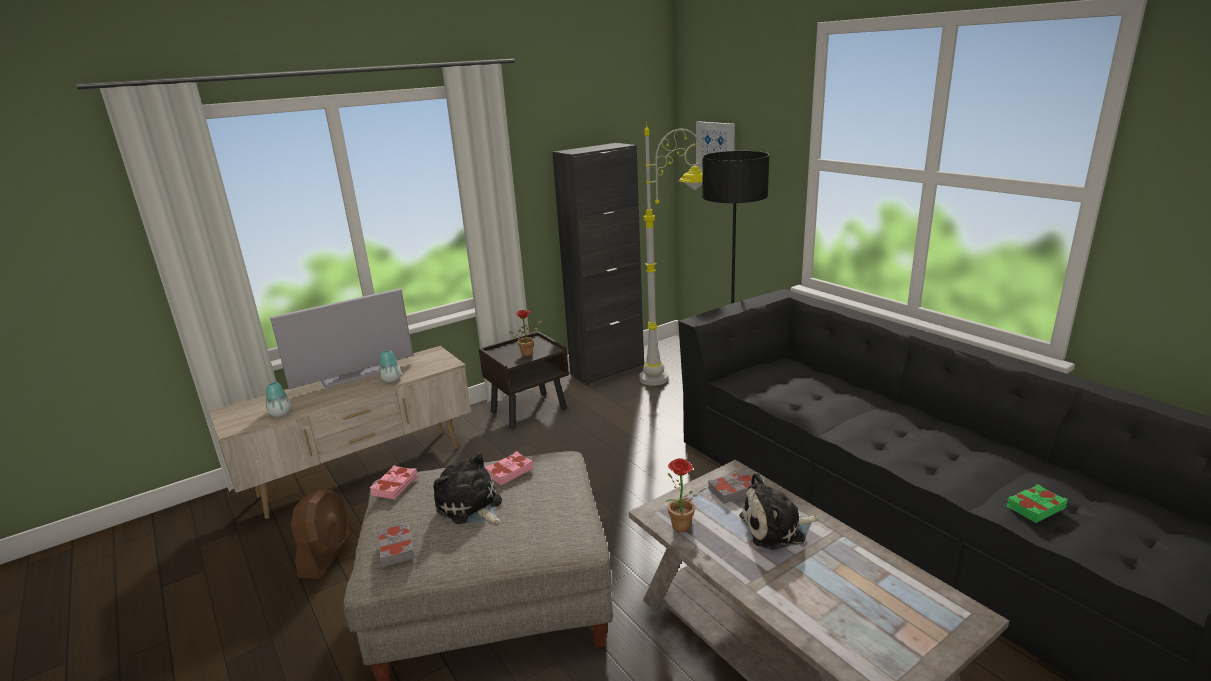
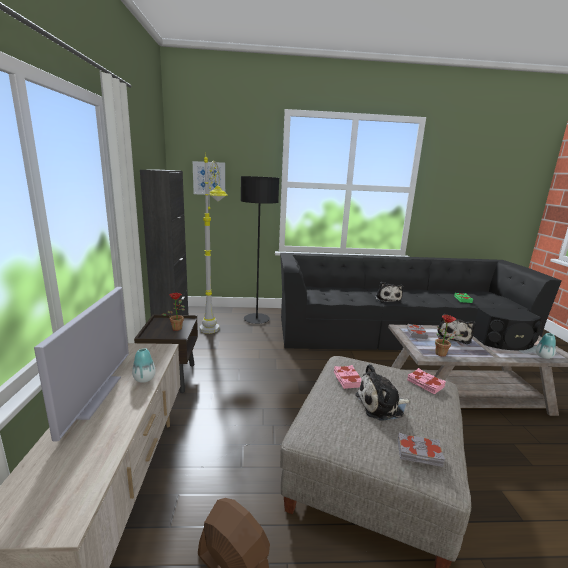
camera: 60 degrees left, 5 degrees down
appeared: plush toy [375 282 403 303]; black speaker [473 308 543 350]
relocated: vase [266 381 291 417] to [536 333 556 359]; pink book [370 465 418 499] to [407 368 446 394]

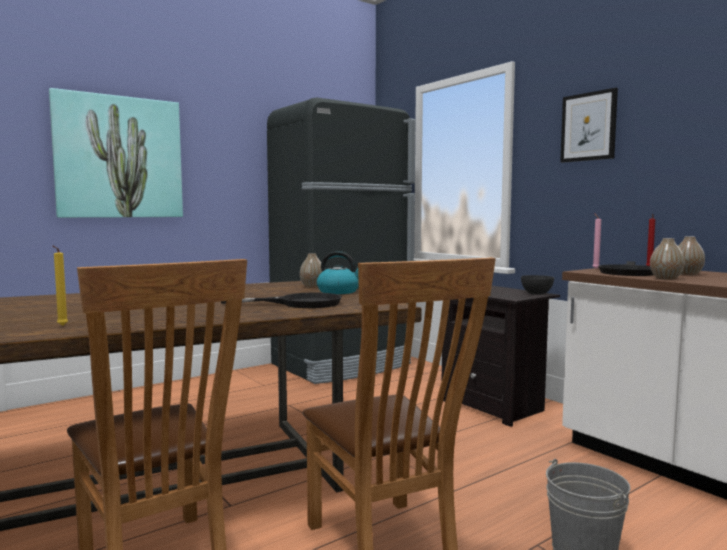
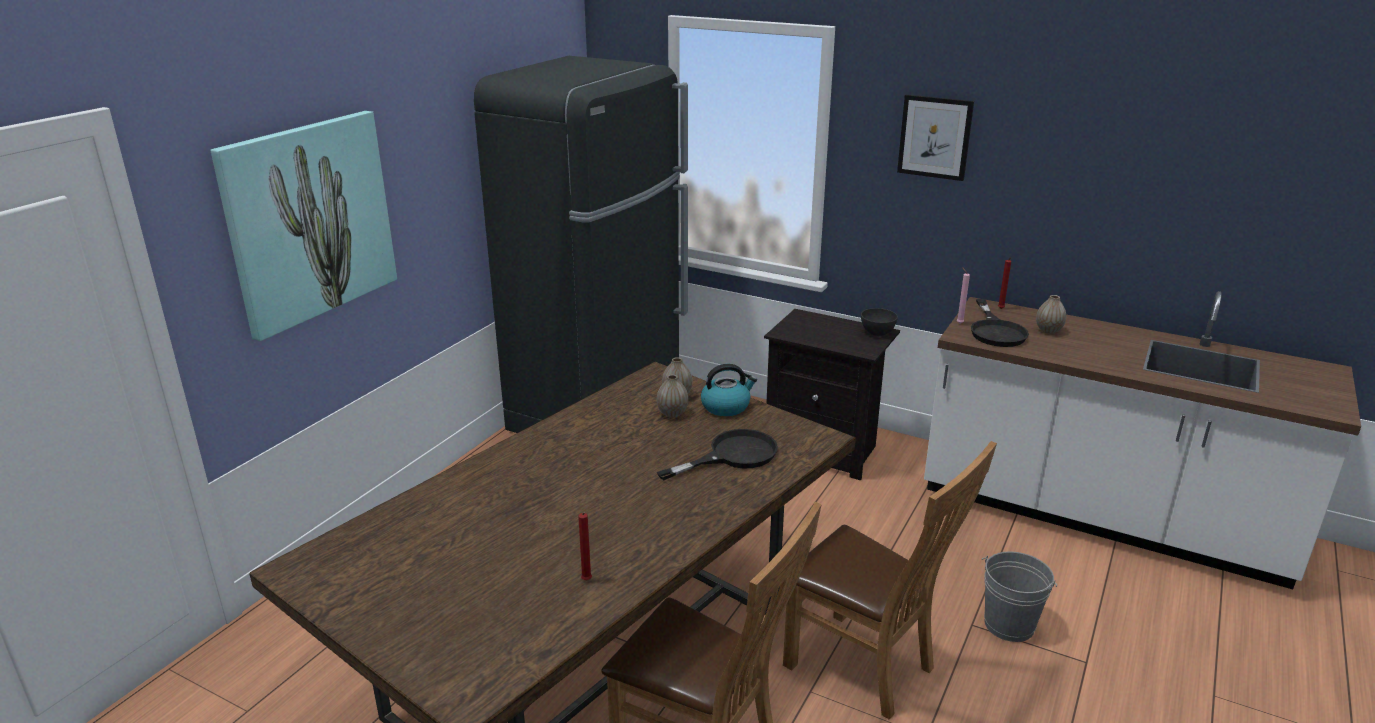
camera: 25 degrees left, 20 degrees up
relocated: vase [650 238 684 280] to [657 374 688 418]
colour: yellow candle [52 245 68 326] to red candle [578 512 592 580]

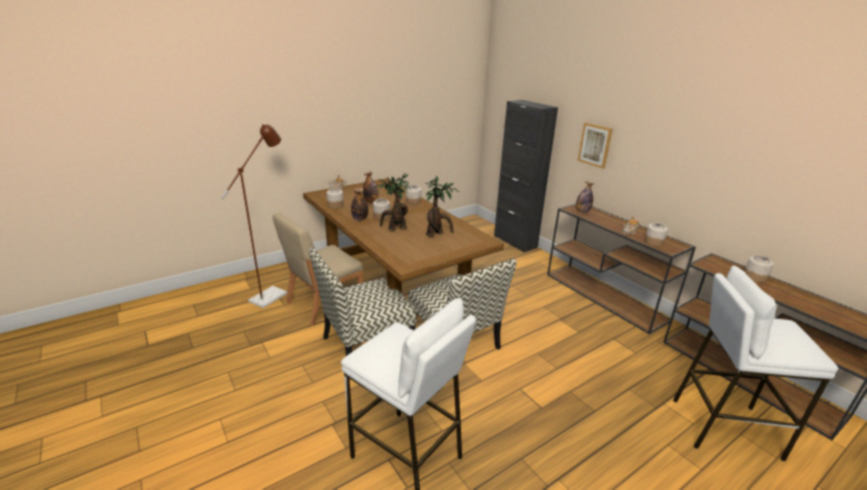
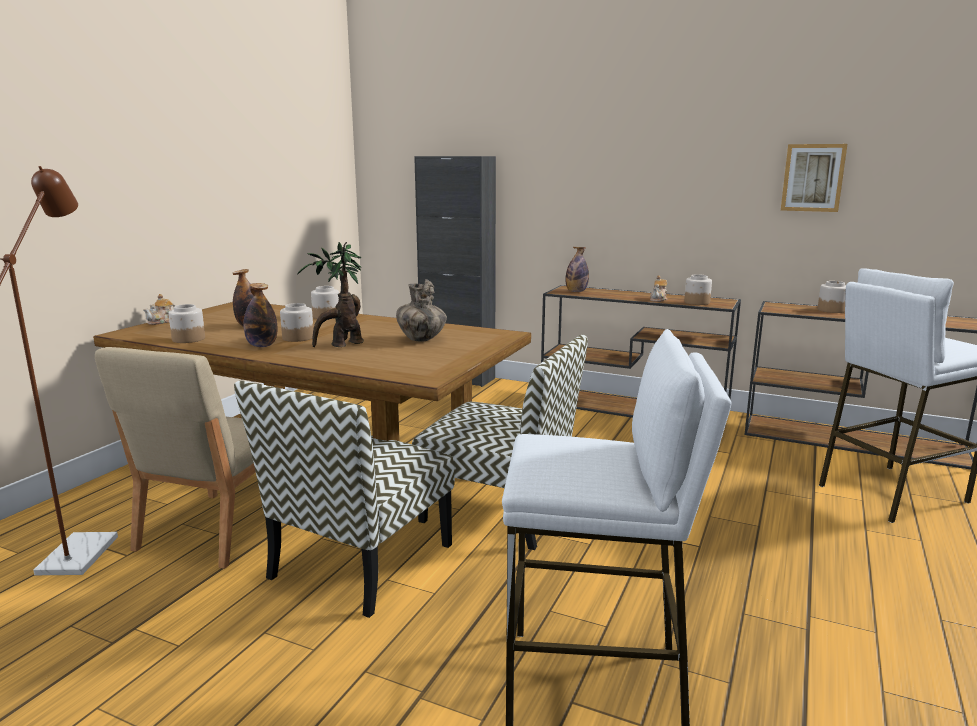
camera: 30 degrees left, 10 degrees down
relocated: picture [578 123 613 169] to [781 144 847 212]
exchanged: potted plant [425 175 459 237] to vase [396 279 447 342]

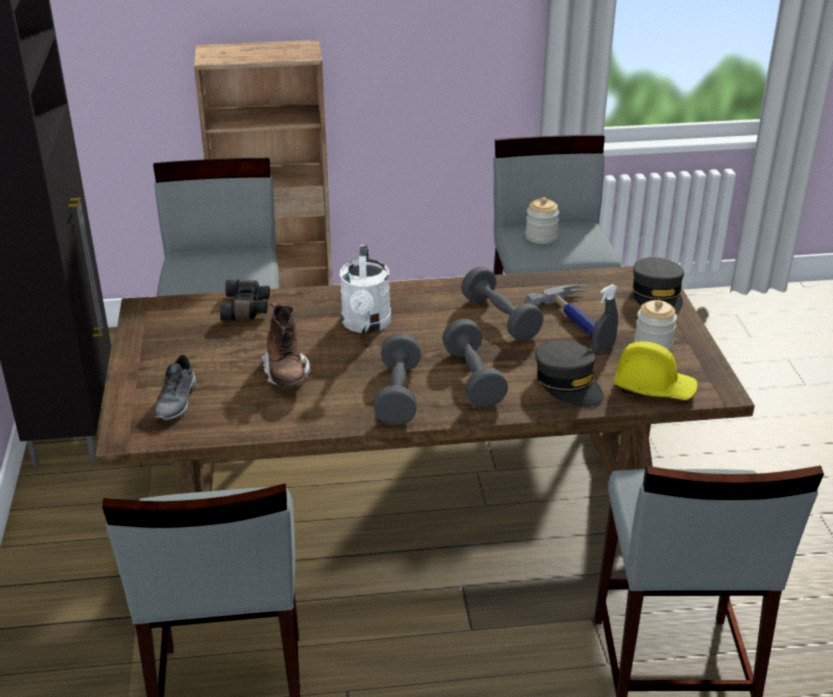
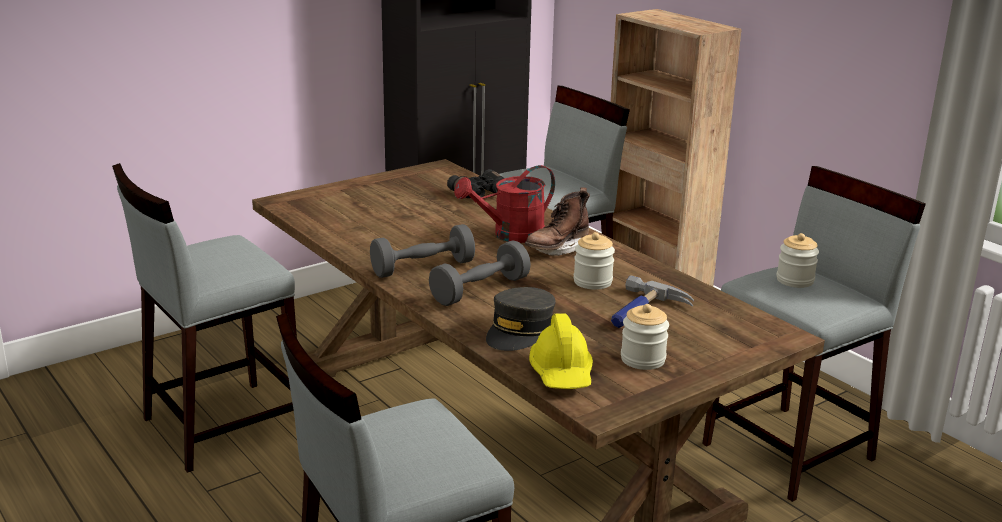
camera: 60 degrees right, 10 degrees down
missing: grey shoe [153 355 196 420]; grey spray bottle [592 284 618 353]; grey cap [632 257 684 314]
relocated: brown boot [260 301 310 388] to [525 187 590 256]
exchanged: grey dumbbell [461 266 544 341] to jar [574 232 615 290]
colour: white watering can [340 245 391 333] to red watering can [454 165 555 243]

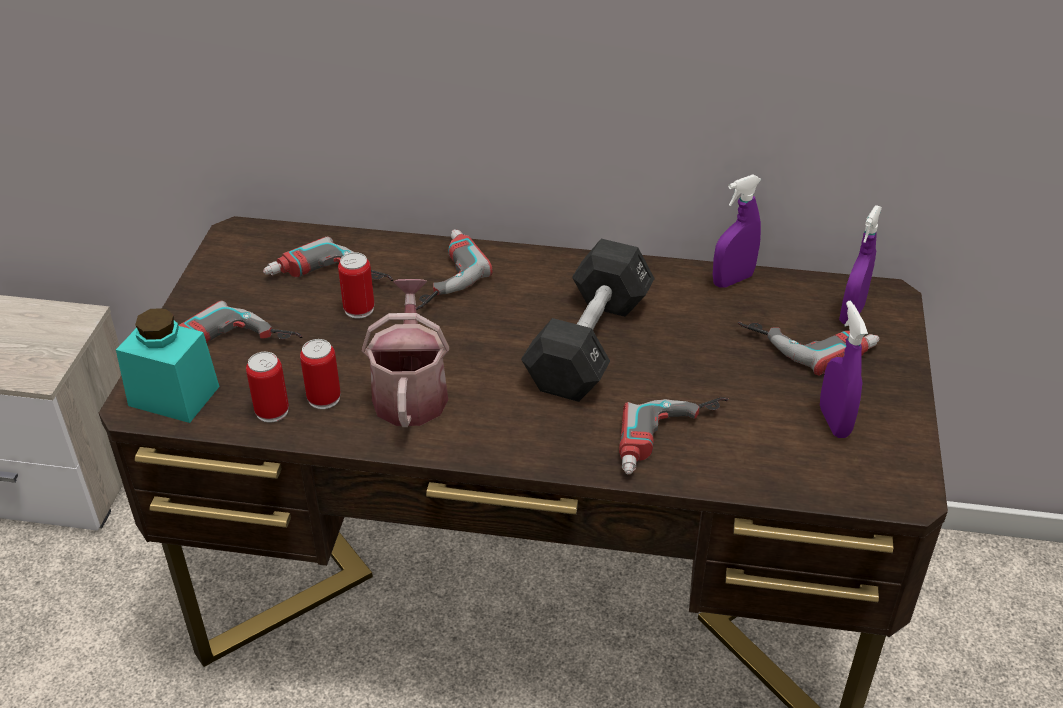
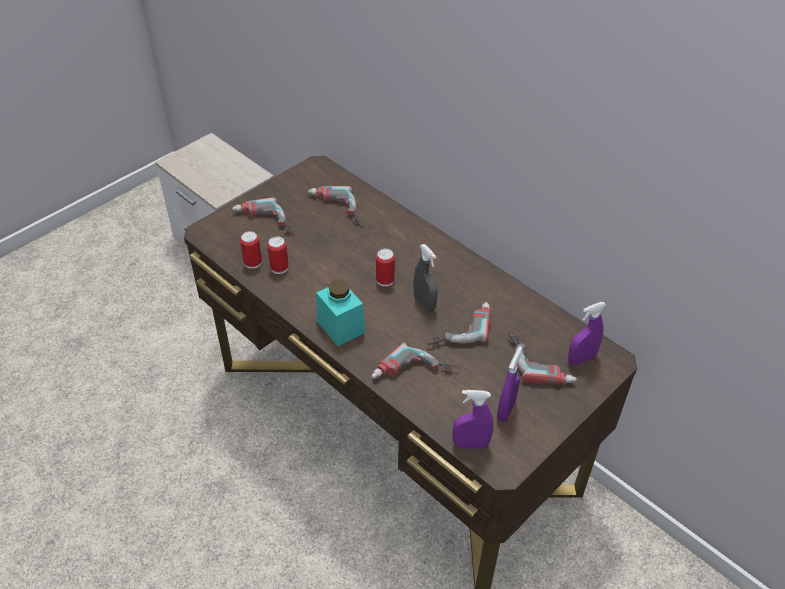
camera: 35 degrees right, 5 degrees up
missing: watering can [362 279 449 427]
relocated: turquoise jar [116 308 220 423] to [316 279 365 346]; can [338 252 374 319] to [376 249 395 286]; power drill [416 229 492 310] to [426 302 491 345]; purple spray bottle [713 174 762 287] to [453 390 493 449]
exchanged: black dumbbell [521 239 655 402] to grey spray bottle [414 244 438 312]

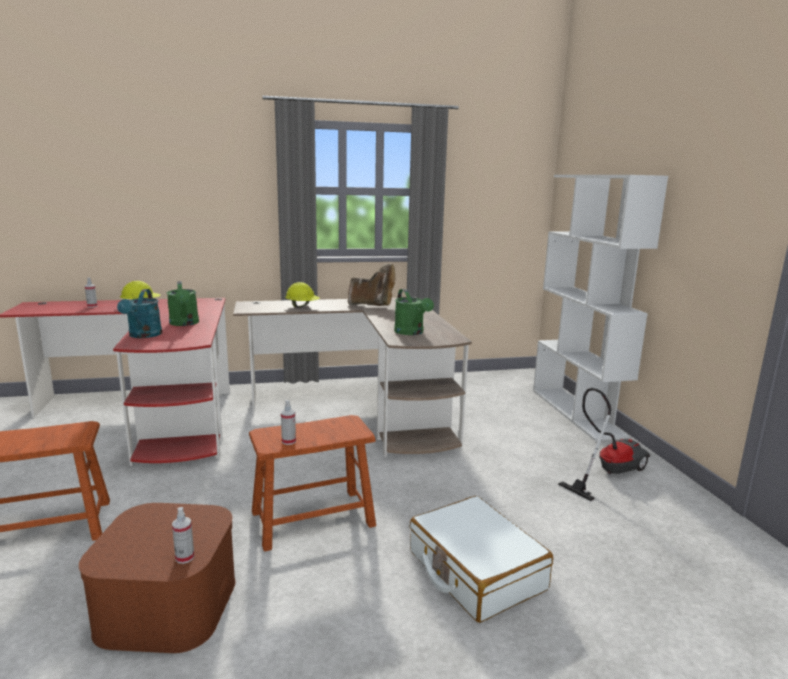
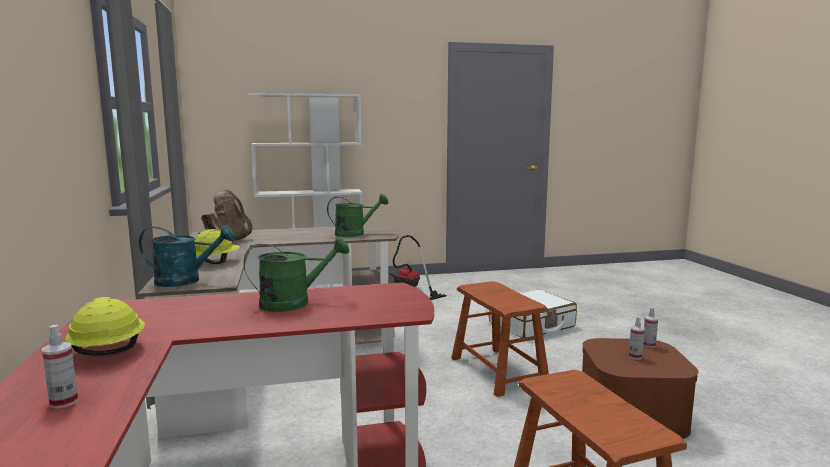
camera: 90 degrees left, 5 degrees down
relocated: turquoise watering can [117 289 162 338] to [139 225 235 287]; spray bottle [281 400 296 445] to [629 317 645 359]

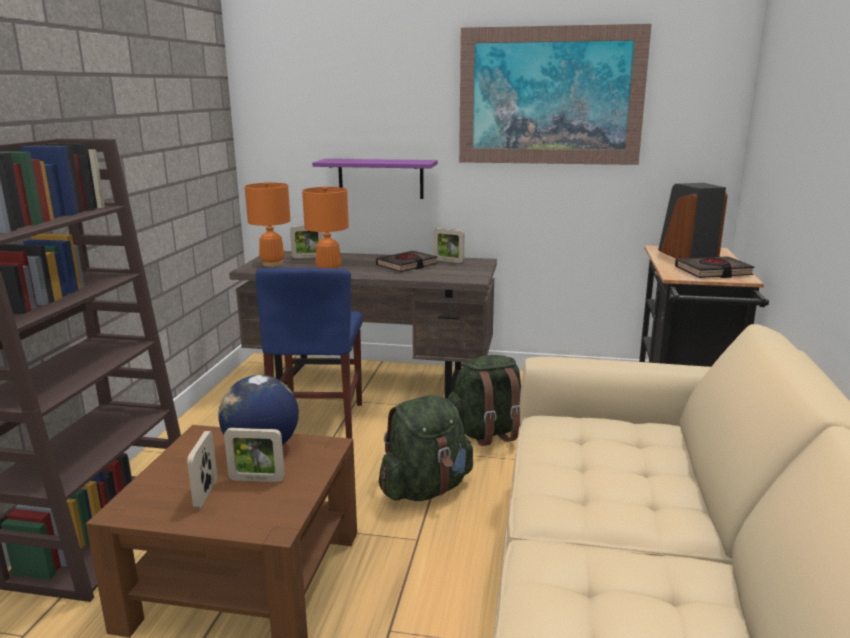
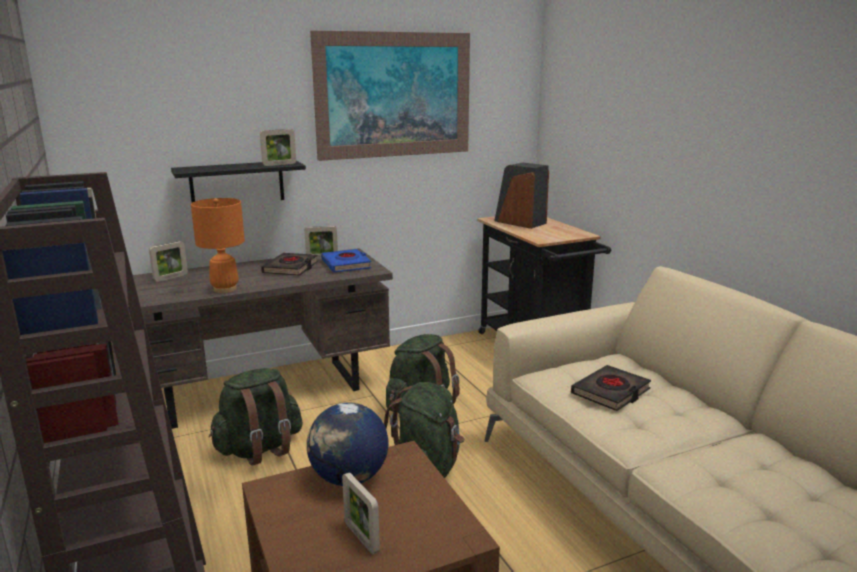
camera: 35 degrees left, 0 degrees up
missing: orange table lamp [245 182 291 267]
appeared: blue book [321 249 371 272]
relocated: picture frame [224 428 285 482] to [260 129 296 166]; black book [675 256 755 278] to [571 365 651 411]
exchanged: blue chair [255 268 363 439] to green backpack [209 368 303 466]
colour: purple shelf [312 159 438 199] to black shelf [171 161 306 203]

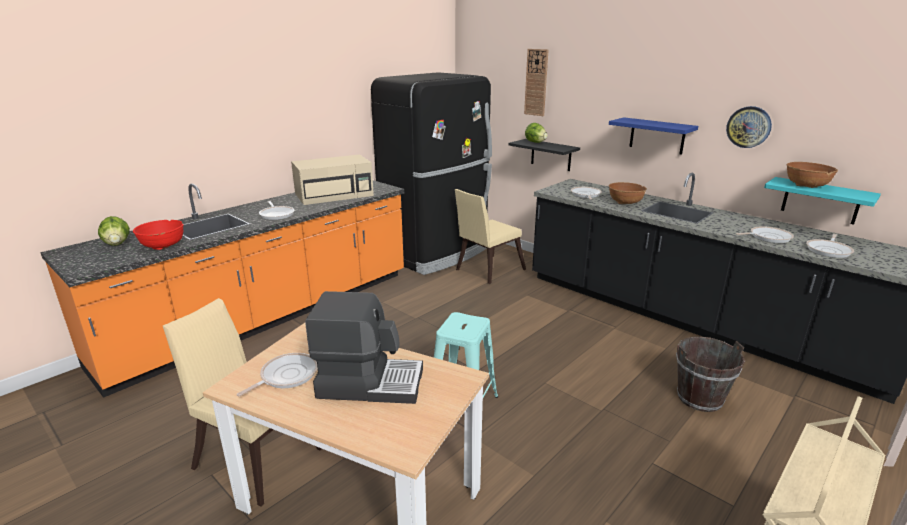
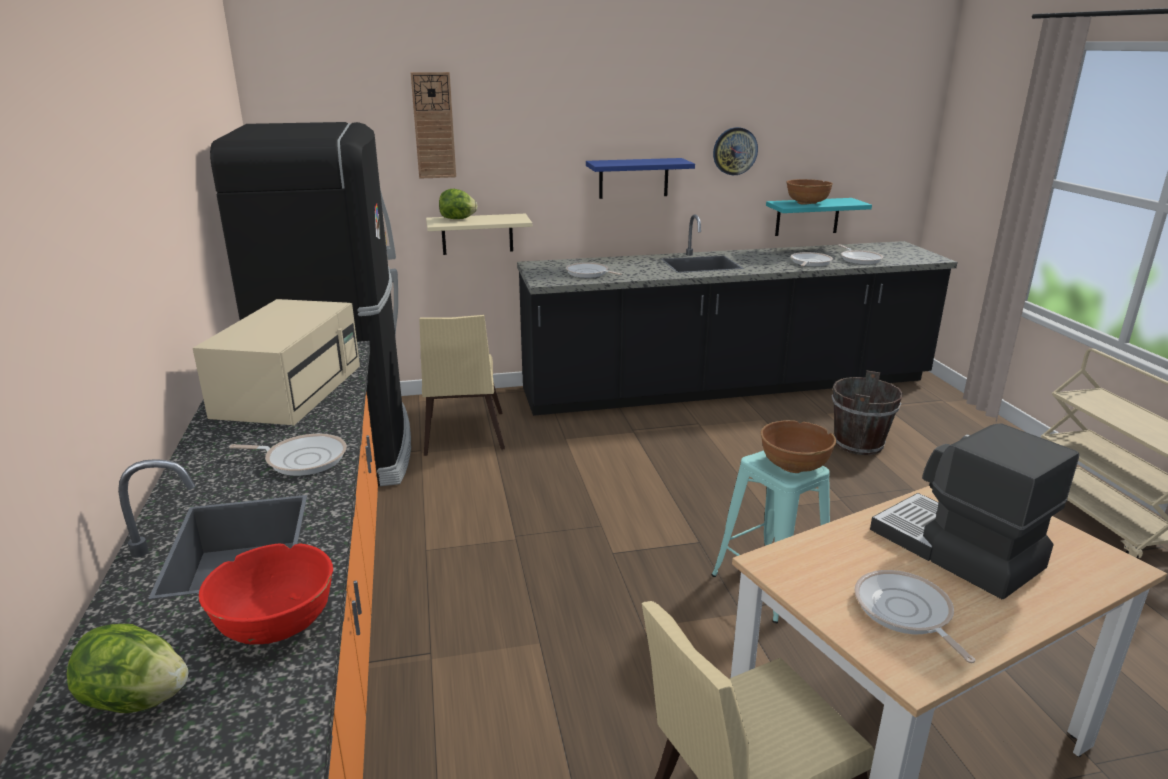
camera: 55 degrees left, 0 degrees up
relocated: brown bowl [609 182 647 204] to [761 420 836 473]
colour: black shelf [508 139 580 171] to beige shelf [426 214 532 255]
spun: coffee machine [305 291 423 404] = [870 423 1079 599] 75 degrees counterclockwise

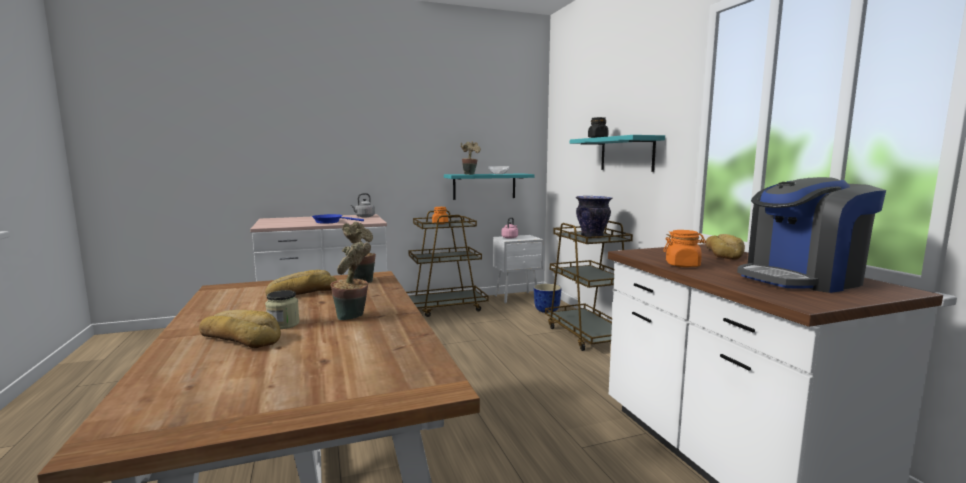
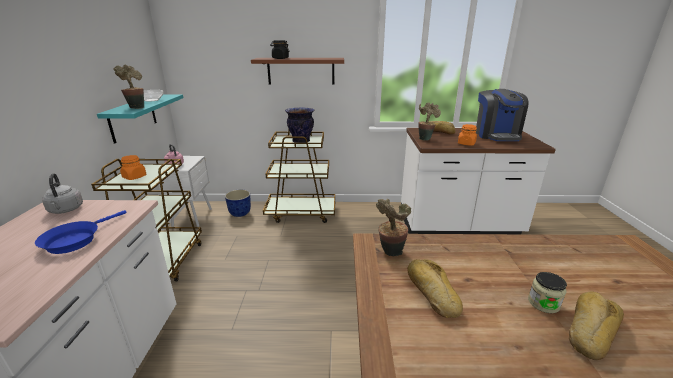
camera: 70 degrees left, 15 degrees up
relocated: potted plant [331 242 371 320] to [418 102 441 141]
colour: turquoise shelf [570 135 665 172] to brown shelf [251 58 344 85]

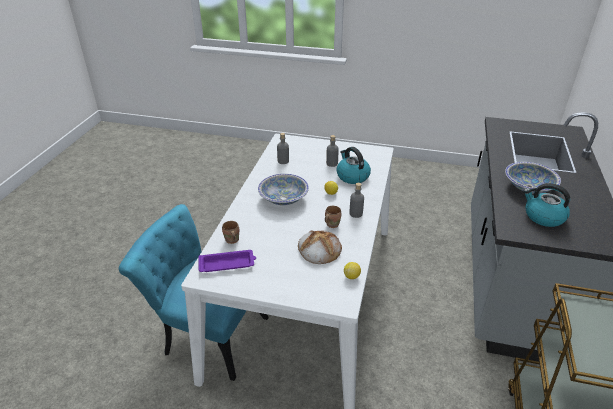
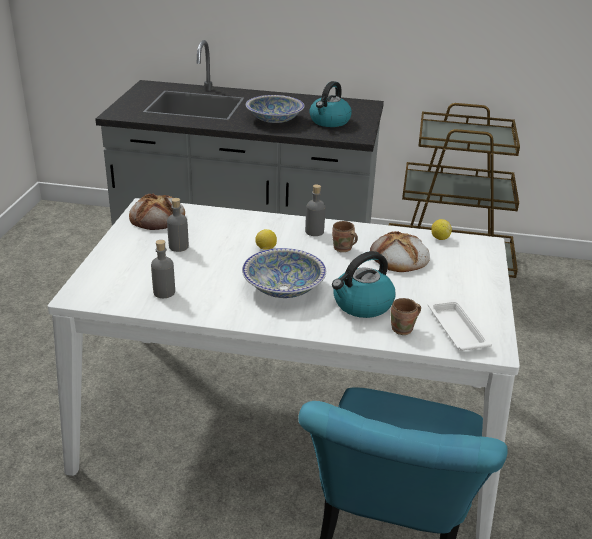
camera: 95 degrees left, 5 degrees down
appeared: bread [129 193 185 230]
relocated: kettle [336 147 371 184] to [332 251 396 318]
colour: purple tray [199 250 256 272] to white tray [427 299 492 351]

